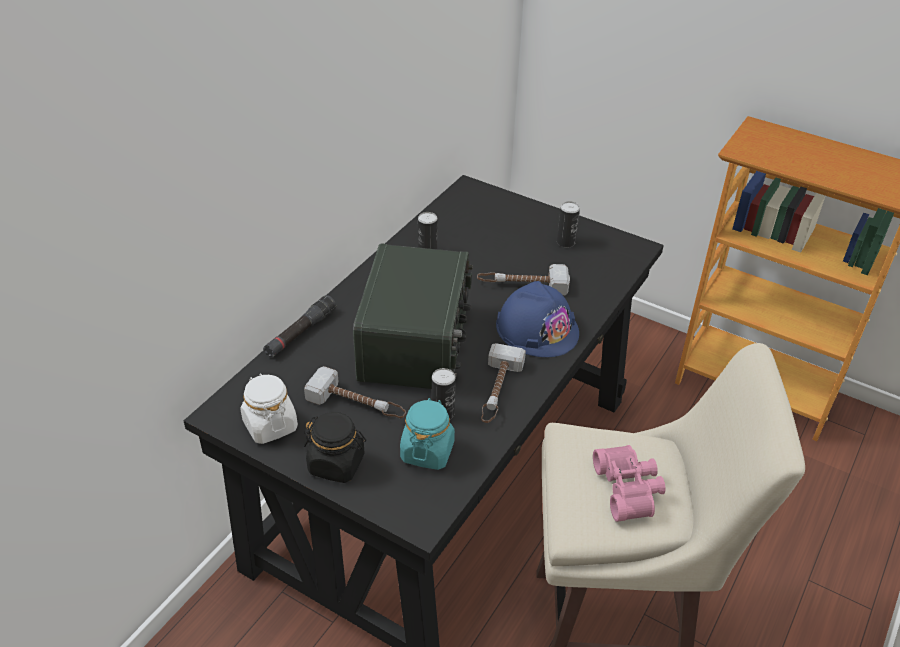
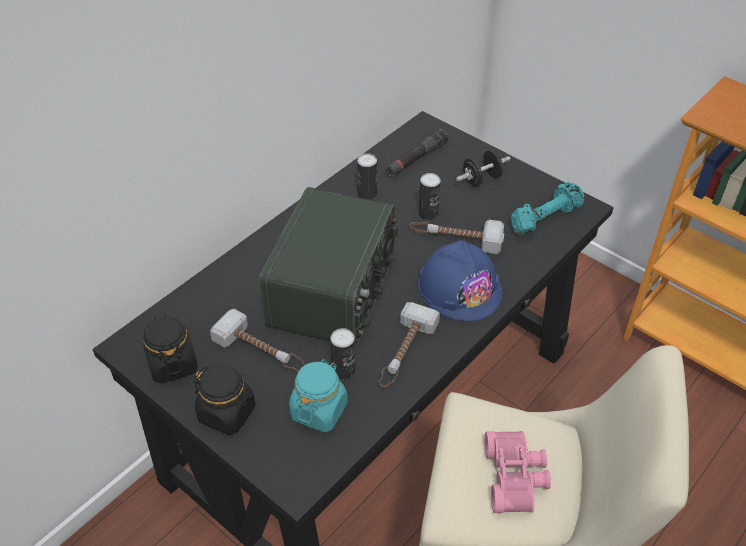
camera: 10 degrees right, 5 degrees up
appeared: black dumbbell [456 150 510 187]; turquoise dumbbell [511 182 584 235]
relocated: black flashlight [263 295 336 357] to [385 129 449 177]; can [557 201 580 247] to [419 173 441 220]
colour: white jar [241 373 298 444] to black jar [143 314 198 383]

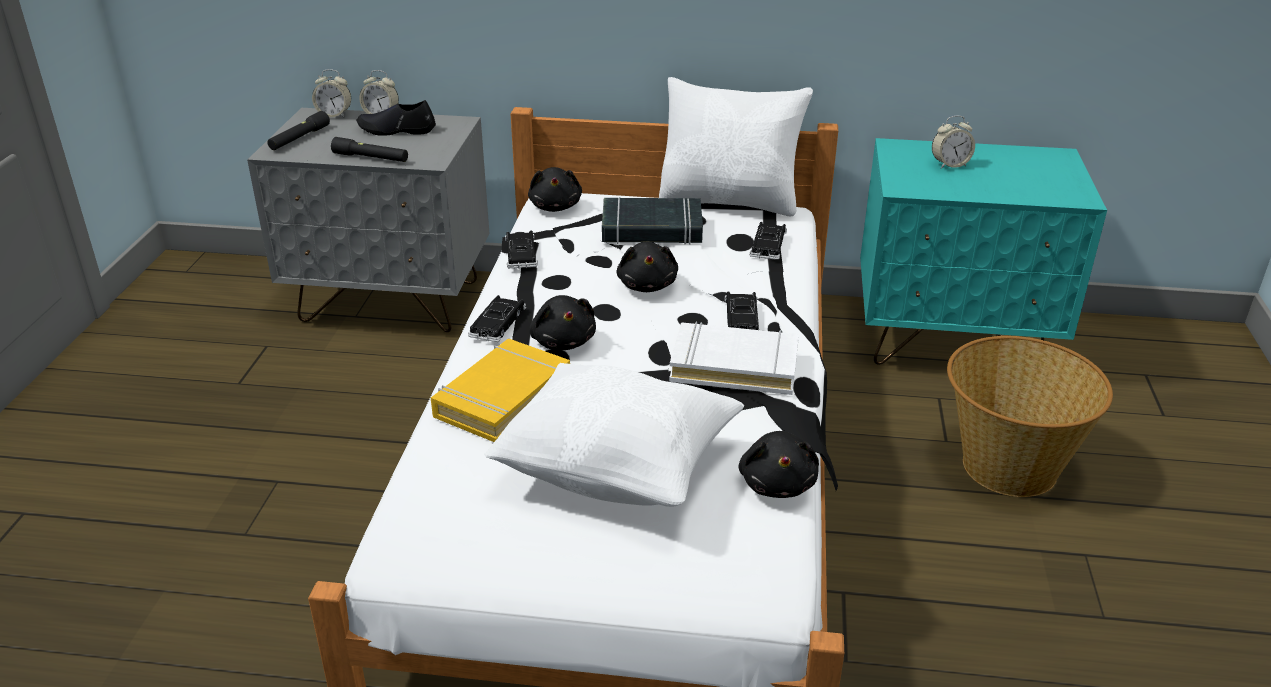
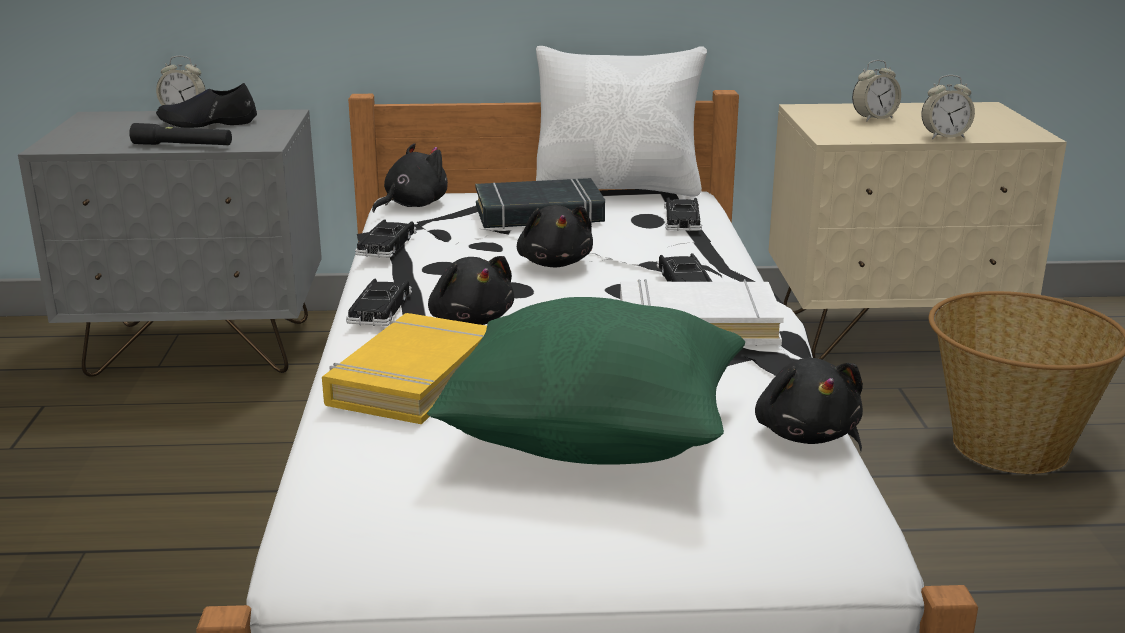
camera: 10 degrees left, 10 degrees down
missing: black flashlight [267 111 330 150]
relocated: alarm clock [312 69 351 118] to [921 75 975 139]
colour: white pillow [484 363 744 507] to green pillow [427 297 745 465]; turquoise nightstand [860 138 1107 365] to beige nightstand [768 102 1067 360]
spun: black toy car [505 231 538 269] = [355 220 417 258] 150 degrees counterclockwise; black plush toy [528 167 582 212] = [372 143 448 212] 120 degrees counterclockwise

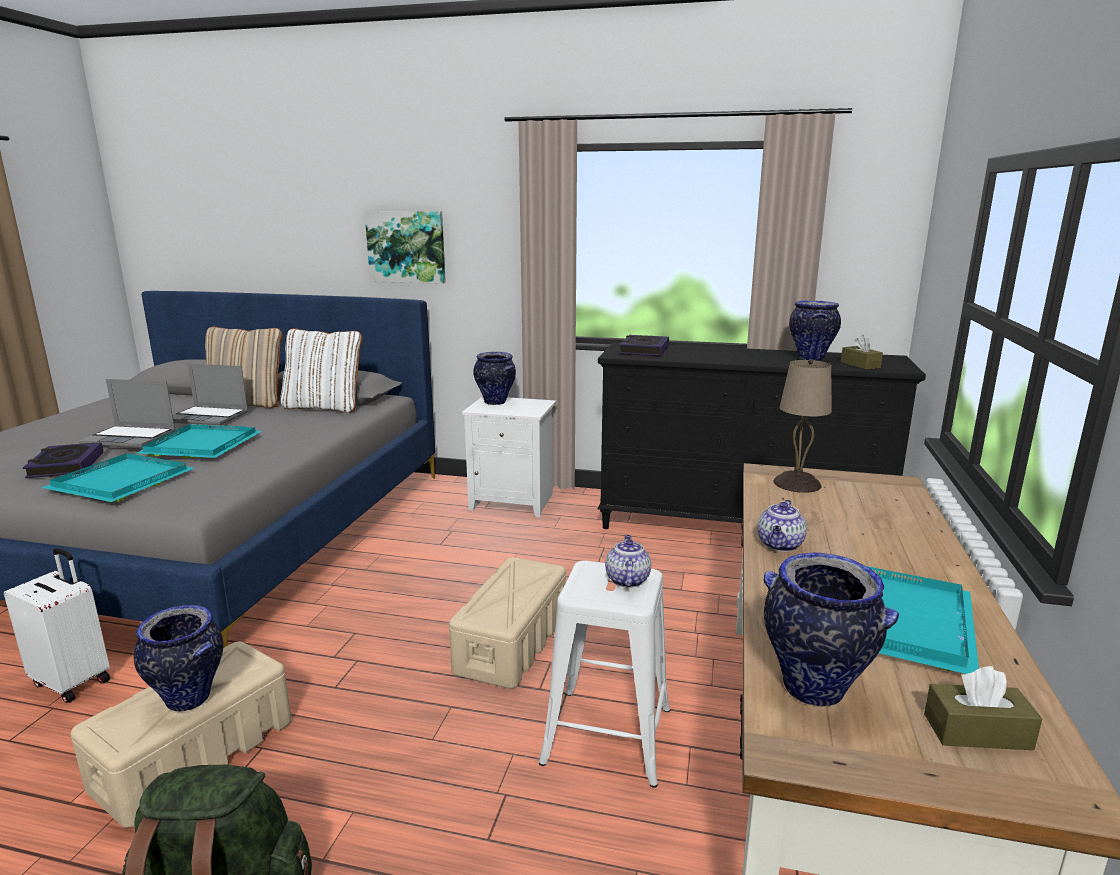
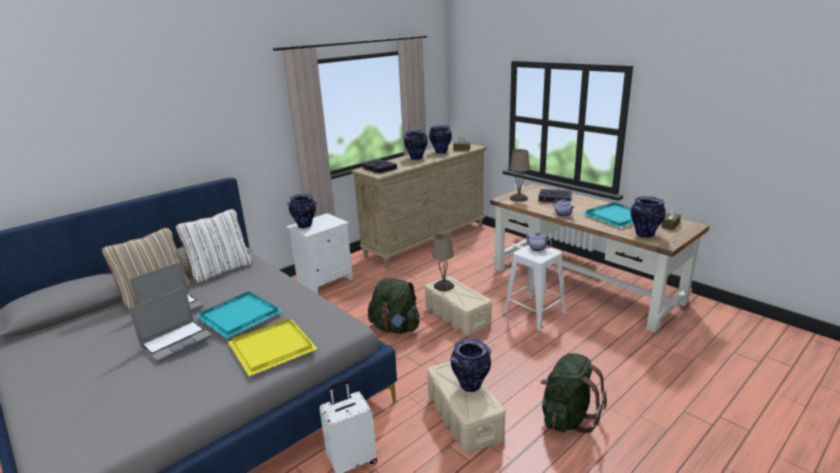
camera: 55 degrees left, 5 degrees up
missing: picture [364 211 446 284]
appeared: green backpack [368 278 420 334]; vase [404 130 428 160]; beige table lamp [432 233 454 291]
relocated: book [23 442 104 478] to [538 189 572 203]
colour: turquoise tray [41 453 194 502] to yellow tray [228 319 318 376]; black dresser [598 343 926 529] to beige dresser [351 143 487 268]

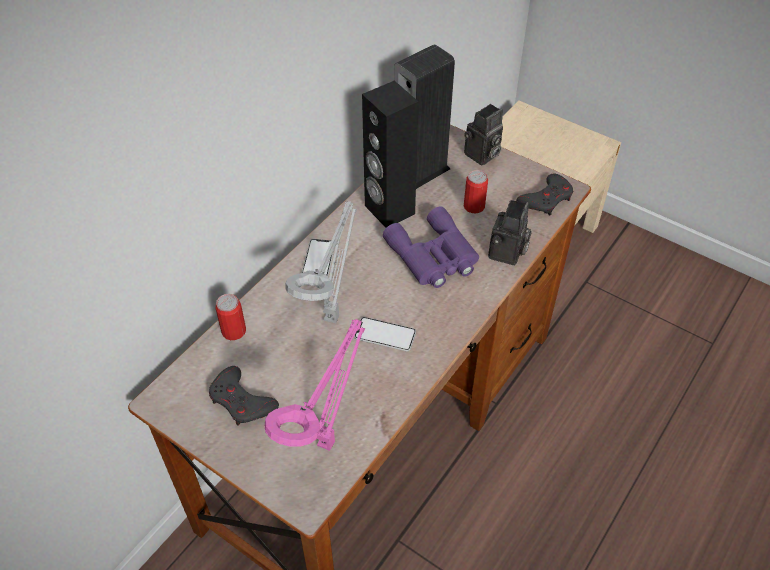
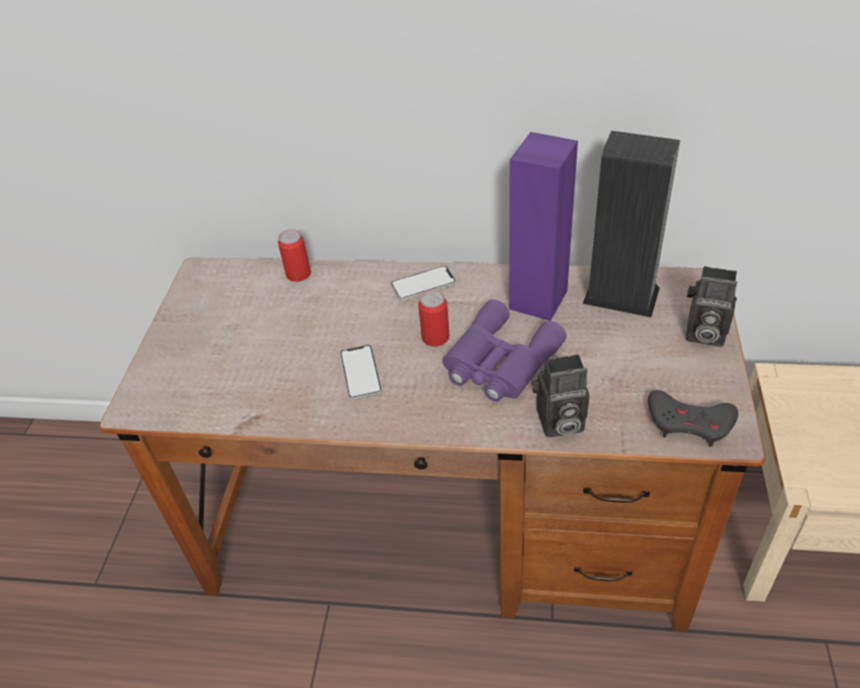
camera: 65 degrees right, 5 degrees down
missing: grey game controller [209 366 279 425]; pink table lamp [264 319 365 451]; grey table lamp [285 201 357 323]
relocated: can [464 170 488 213] to [418 290 449 346]
colour: black speaker [362 81 419 228] to purple speaker [509 132 578 321]

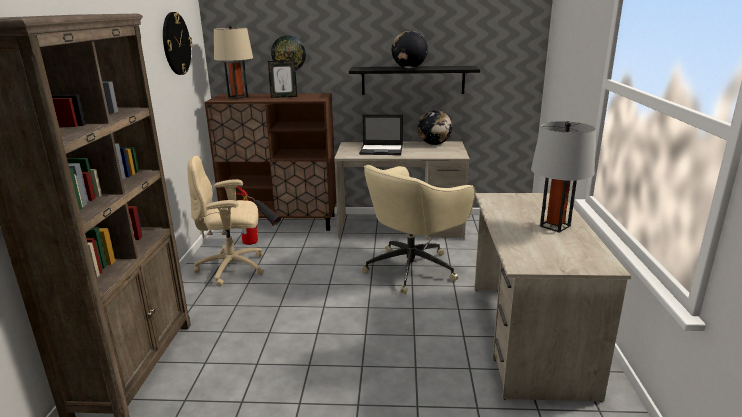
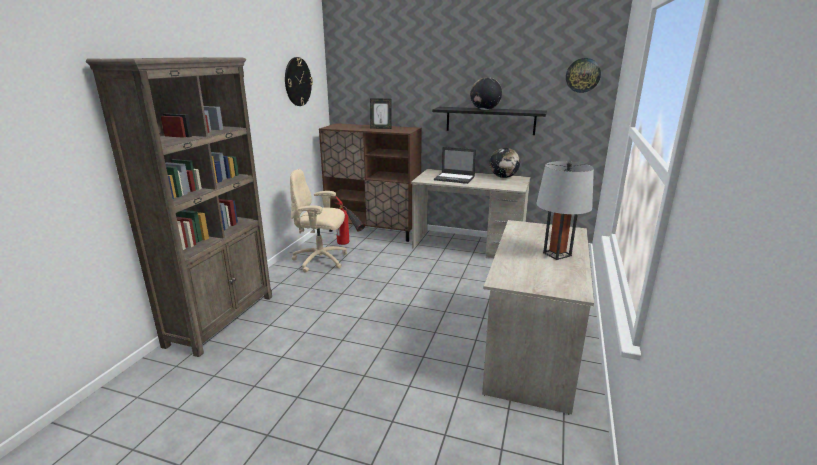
camera: 15 degrees right, 0 degrees up
missing: beige table lamp [214 25 253 99]; beige office chair [361 165 475 294]
relocated: wall clock [271 36 306 70] to [566 58 601 93]

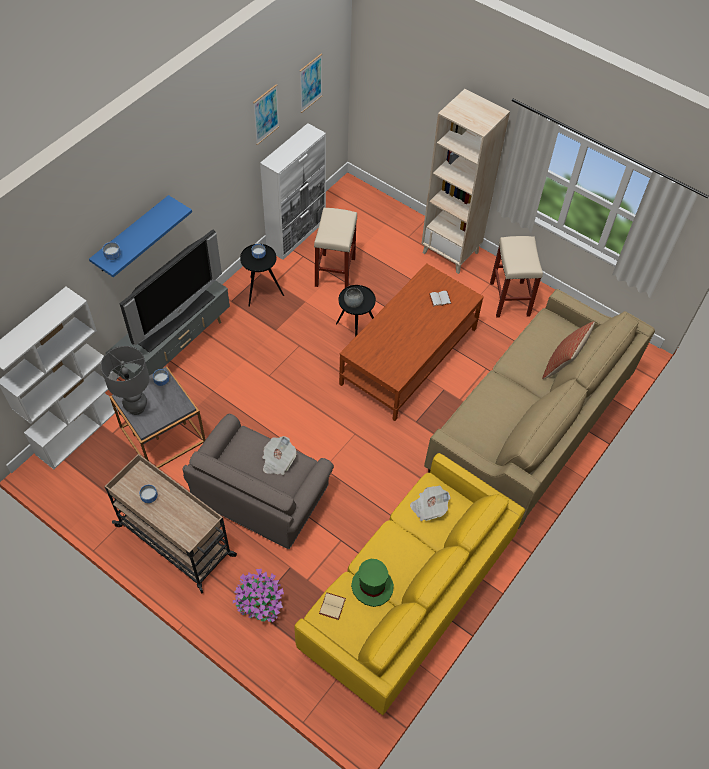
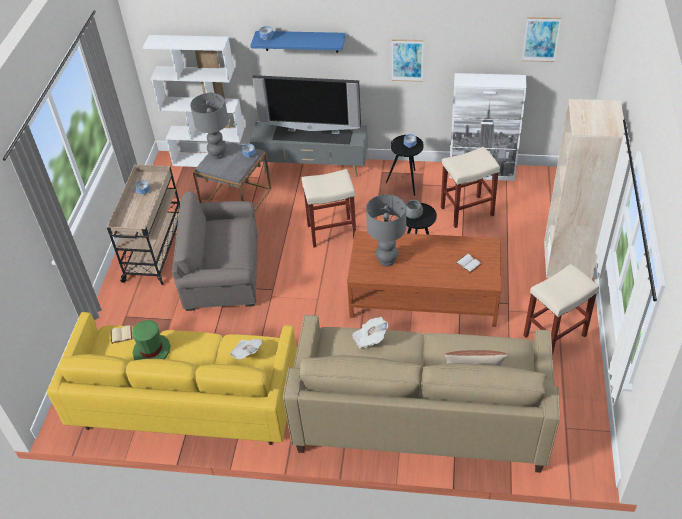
camera: 65 degrees right, 10 degrees down
missing: potted plant [233 569 284 622]
appeared: beige stool [301 169 356 248]; grey table lamp [366 194 406 266]
relocated: picture [253 84 279 145] to [391 39 423 82]; newspaper [262 436 296 475] to [352 317 389 349]

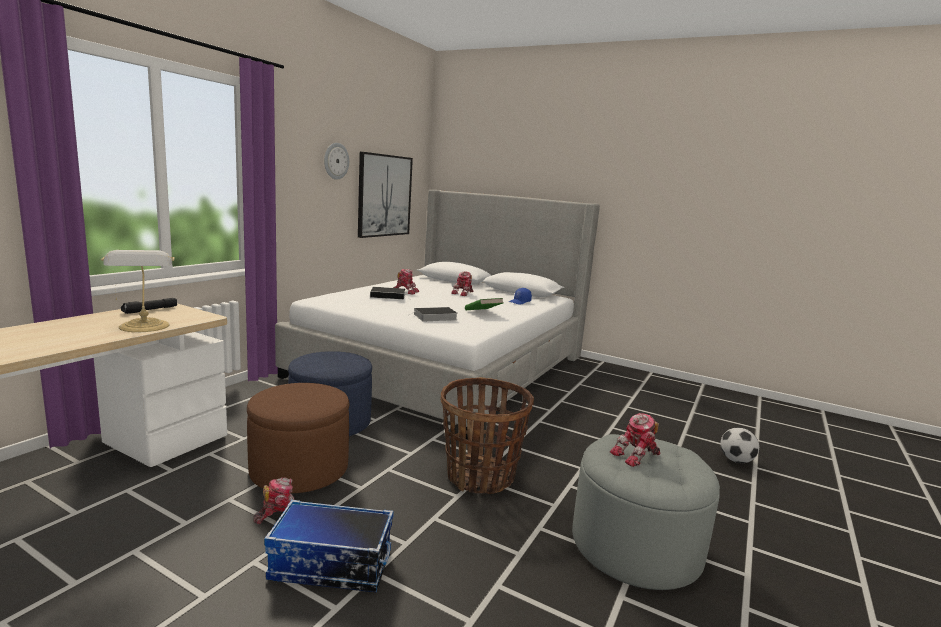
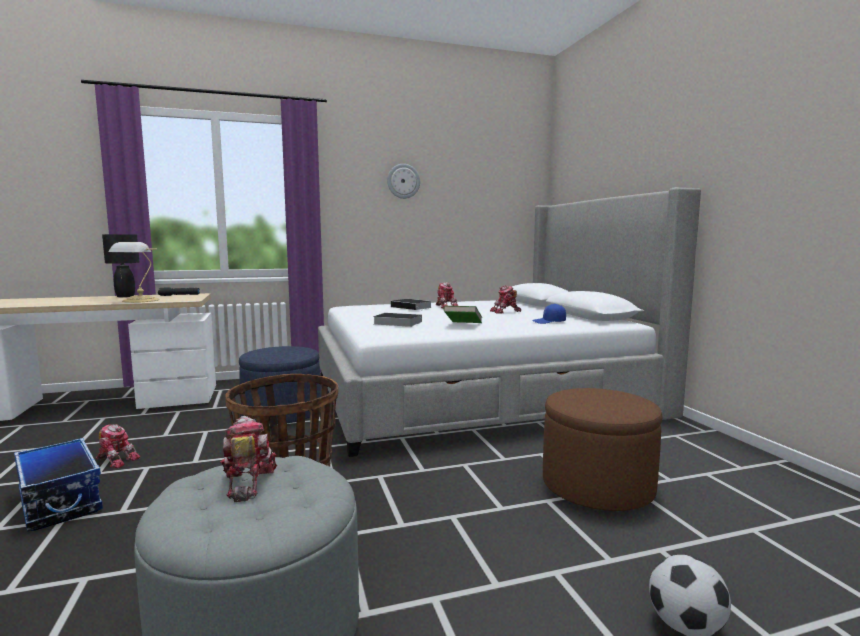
camera: 45 degrees right, 5 degrees down
missing: picture [358 152 413 238]
appeared: black table lamp [102 234 139 297]
relocated: brown ottoman [247 383 349 493] to [543 388 662 511]
spun: toy robot [610 413 660 467] = [220 416 277 502] 60 degrees clockwise

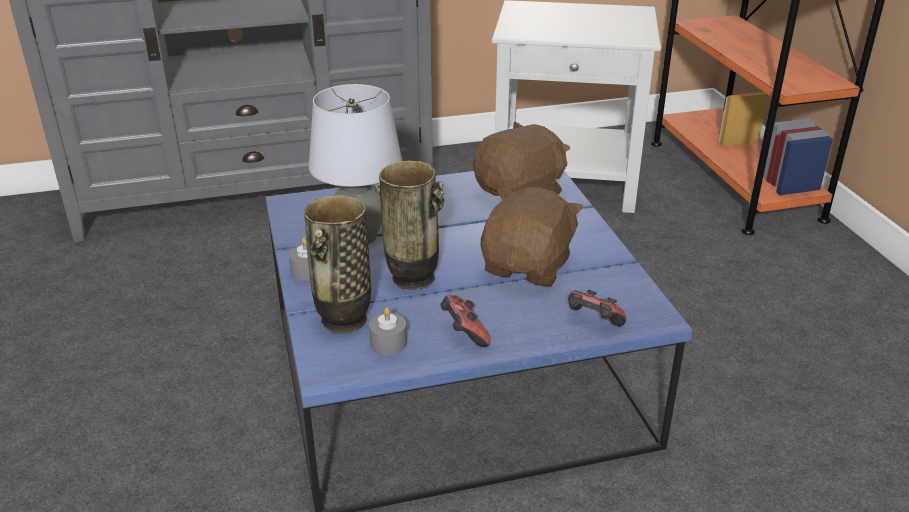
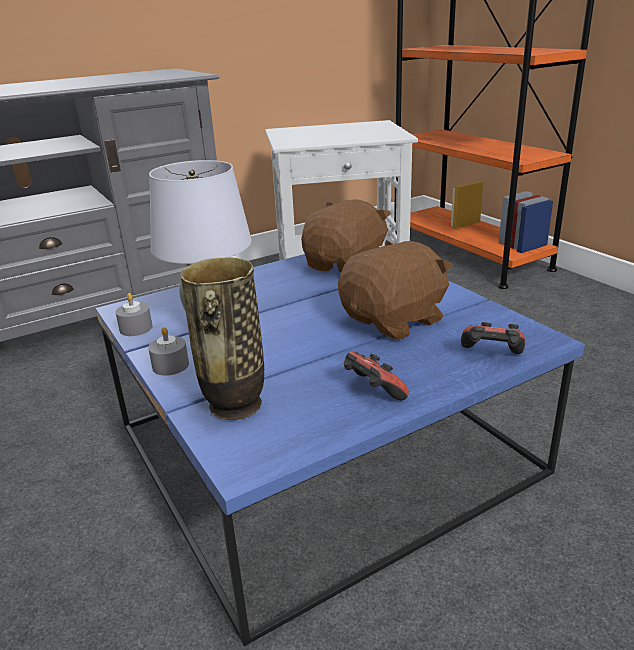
camera: 15 degrees left, 5 degrees down
missing: vase [375 161 444 290]
relocated: grey candle [369 307 407 355] to [115 293 153 336]
spun: brown plush toy [481 187 584 287] = [338 240 453 340] 45 degrees clockwise

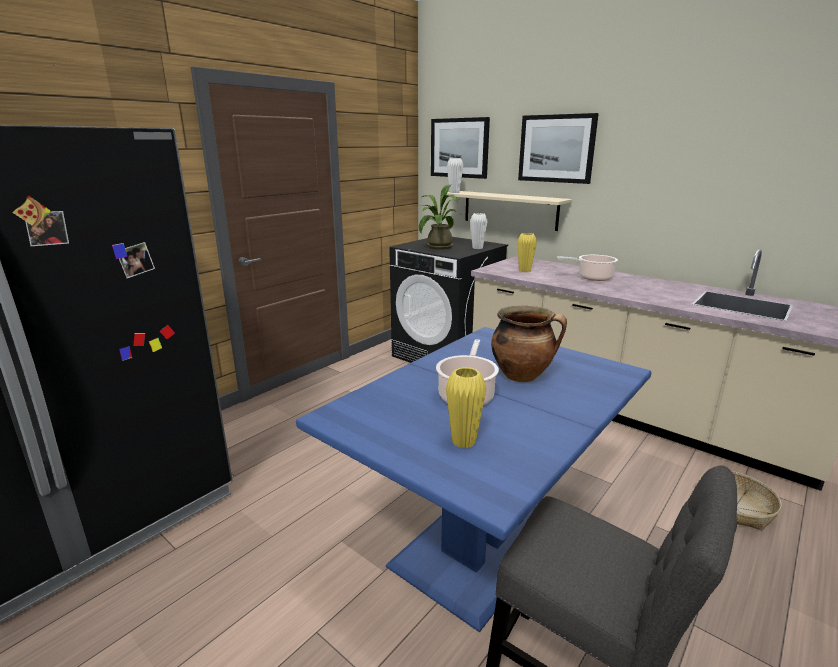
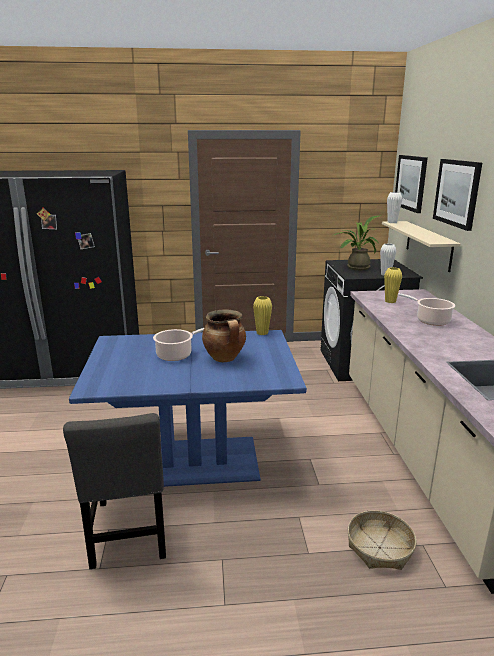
camera: 45 degrees right, 0 degrees up
relocated: yellow vase [446 367 486 449] to [253 296 272 335]

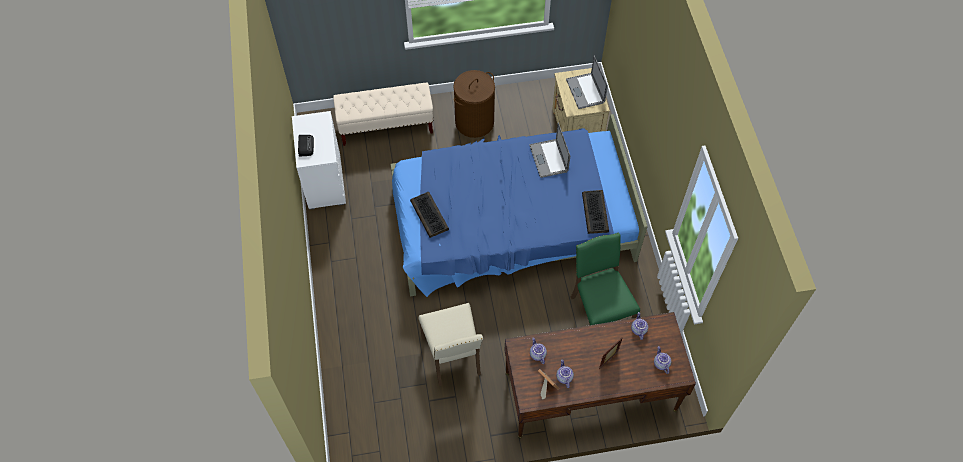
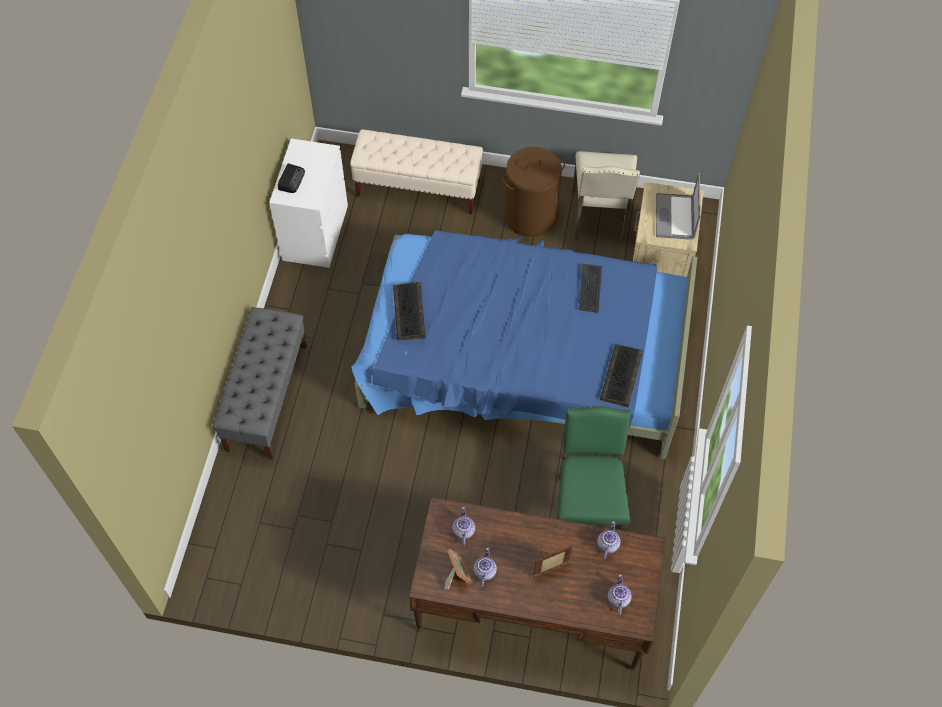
camera: 20 degrees right, 0 degrees up
appeared: grey bench [212 307 307 460]
relocated: beige chair [419 303 483 386] to [572 151 640 244]
exchanged: laptop [529 123 570 178] to keyboard [578 264 602 313]

